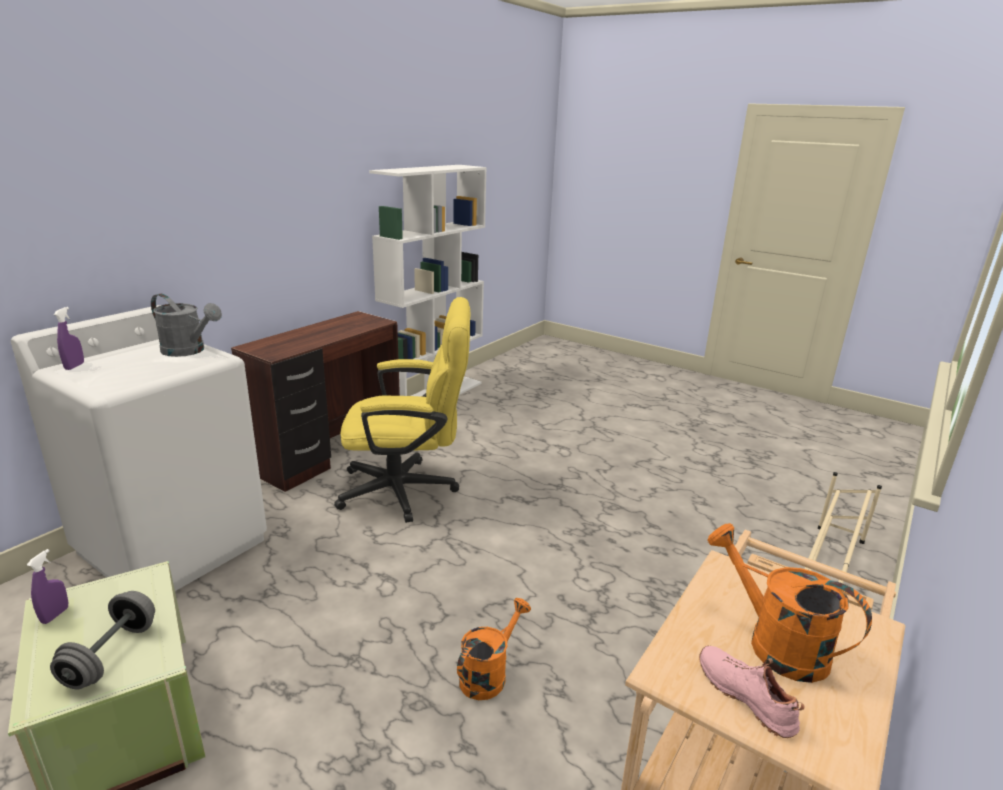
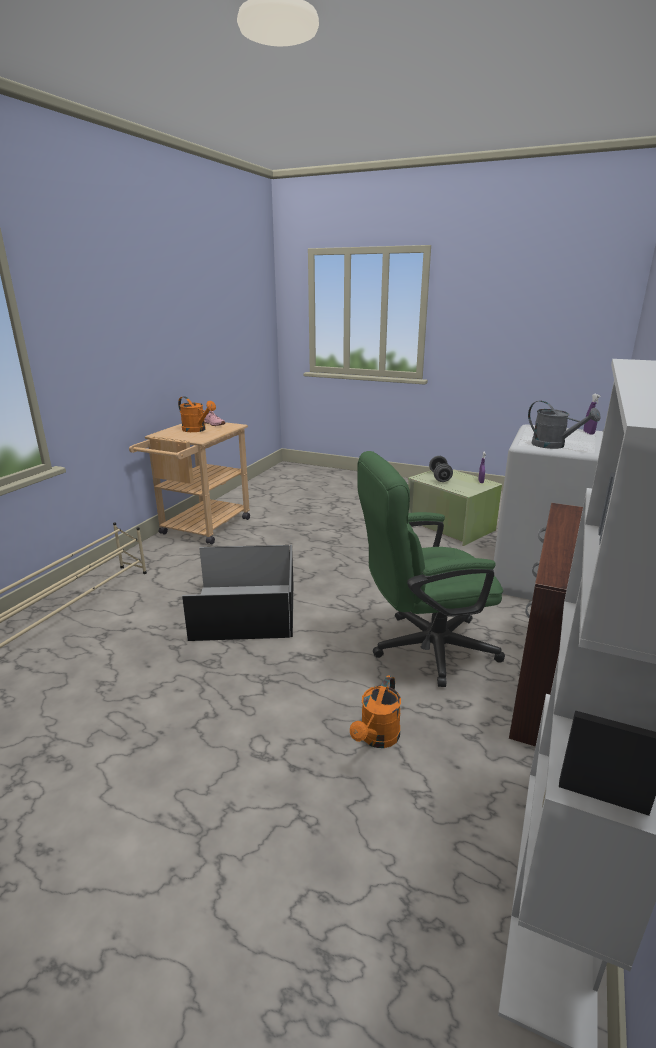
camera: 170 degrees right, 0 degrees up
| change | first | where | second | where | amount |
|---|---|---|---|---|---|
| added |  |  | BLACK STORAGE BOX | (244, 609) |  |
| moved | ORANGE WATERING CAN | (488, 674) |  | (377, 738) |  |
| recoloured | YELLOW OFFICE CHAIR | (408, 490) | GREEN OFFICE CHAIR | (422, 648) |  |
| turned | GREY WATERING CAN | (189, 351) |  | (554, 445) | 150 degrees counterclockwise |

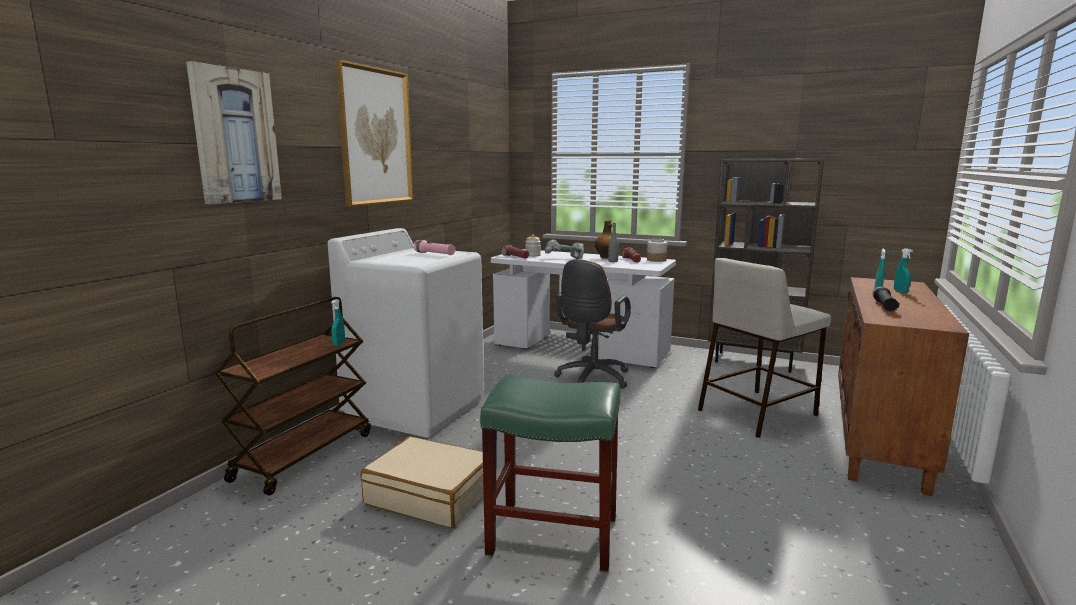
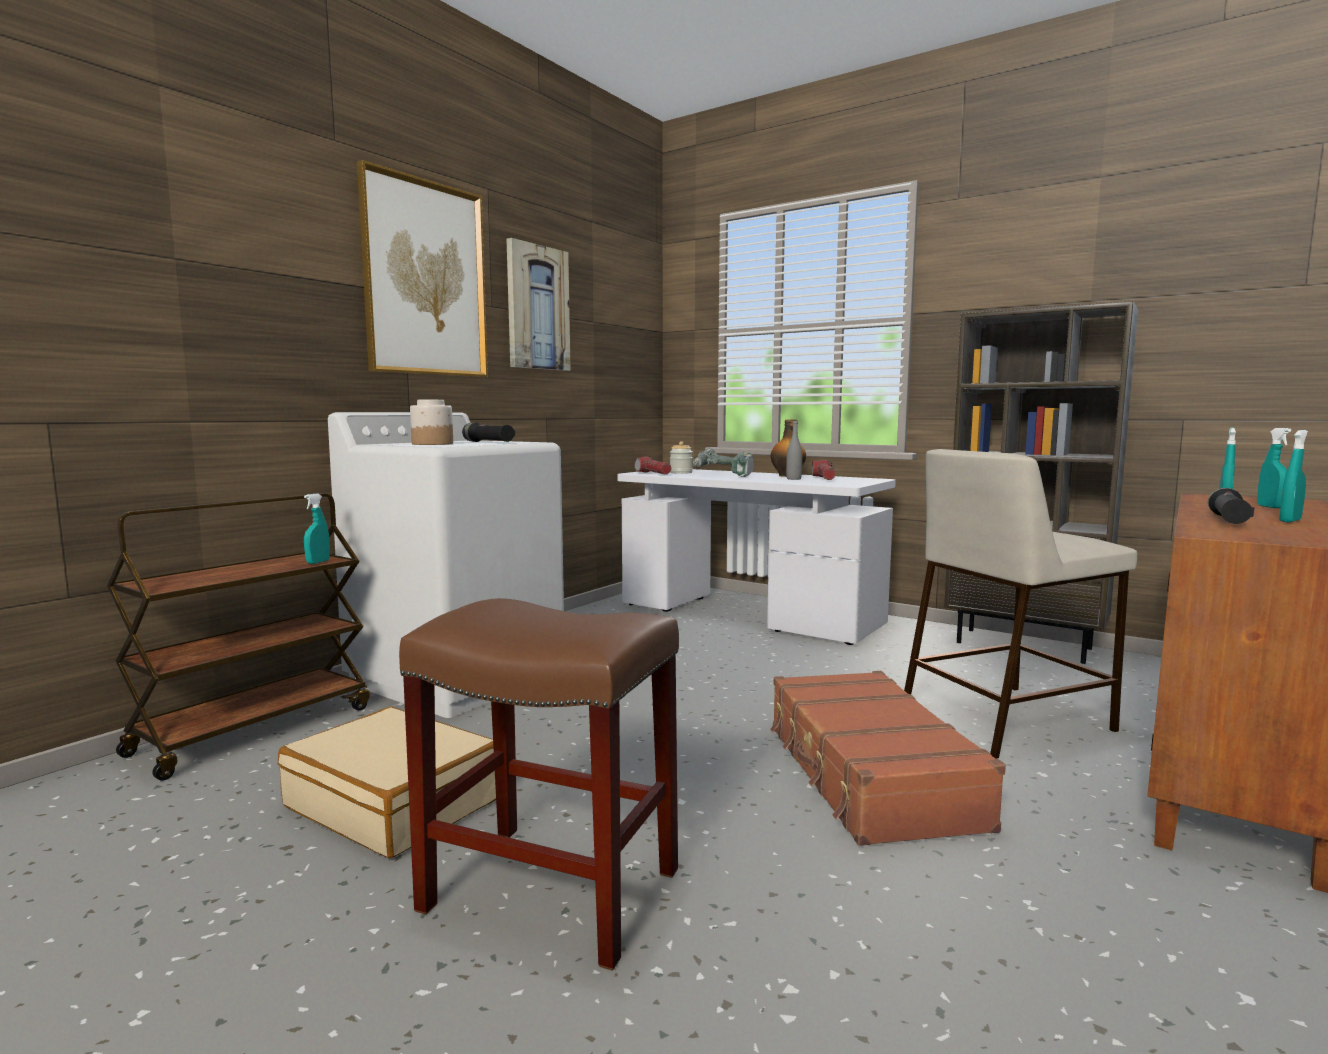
camera: 10 degrees right, 5 degrees down
| change | first | where | second | where | amount |
|---|---|---|---|---|---|
| recoloured | GREEN STOOL | (555, 535) | BROWN STOOL | (554, 889) |  |
| moved | JAR | (656, 260) |  | (432, 444) |  |
| recoloured | PINK FLASHLIGHT | (434, 254) | BLACK FLASHLIGHT | (488, 442) |  |
| moved | PICTURE | (235, 136) |  | (537, 308) |  |
| added |  |  | BROWN SUITCASE | (868, 775) |  |
| added |  |  | TURQUOISE SPRAY BOTTLE | (1290, 521) |  |
| removed | BROWN OFFICE CHAIR | (591, 379) |  |  |  |

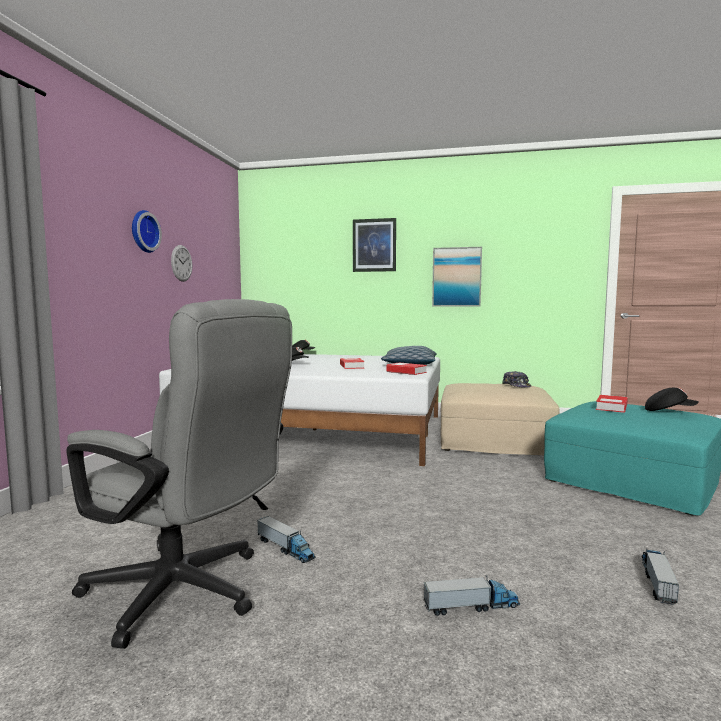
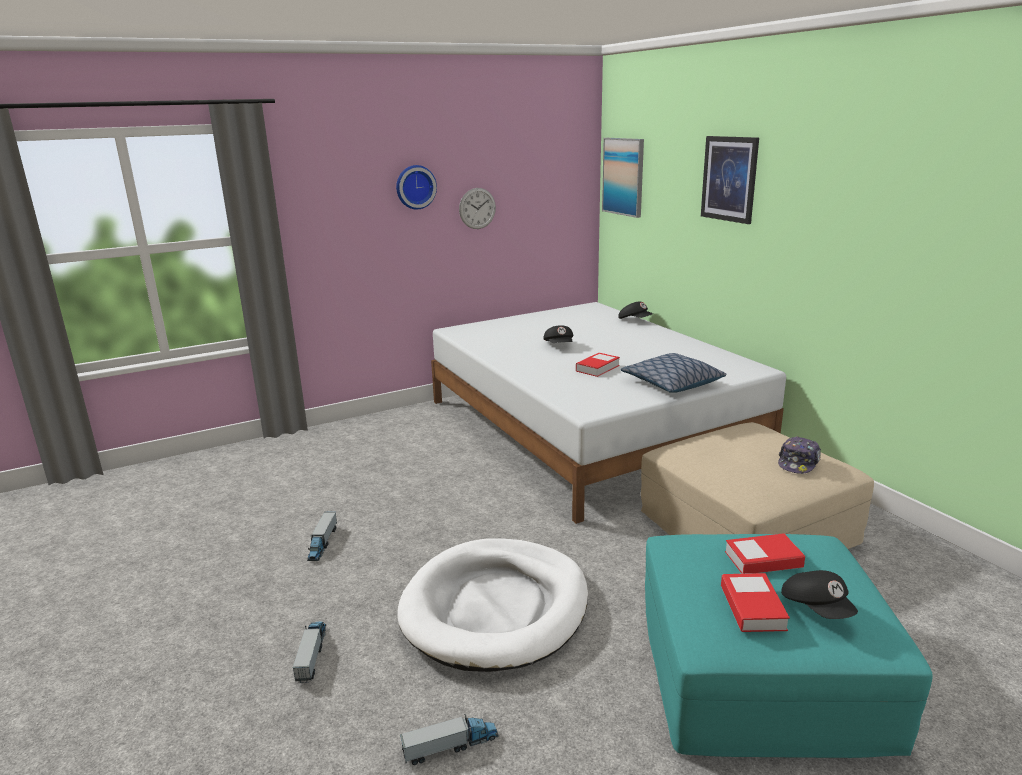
camera: 50 degrees right, 15 degrees up
| change | first | where | second | where | amount |
|---|---|---|---|---|---|
| turned | TOY TRUCK | (471, 607) |  | (312, 654) | 135 degrees counterclockwise |
| added |  |  | WHITE DOG BED | (495, 608) |  |
| moved | PICTURE | (456, 277) |  | (623, 176) |  |
| moved | BOOK | (406, 372) |  | (752, 607) |  |
| removed | GREY OFFICE CHAIR | (188, 594) |  |  |  |

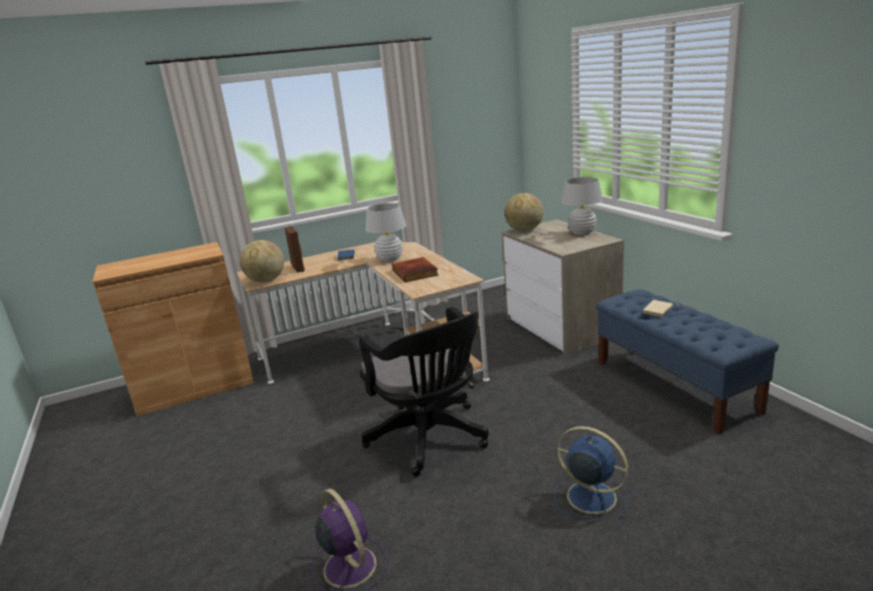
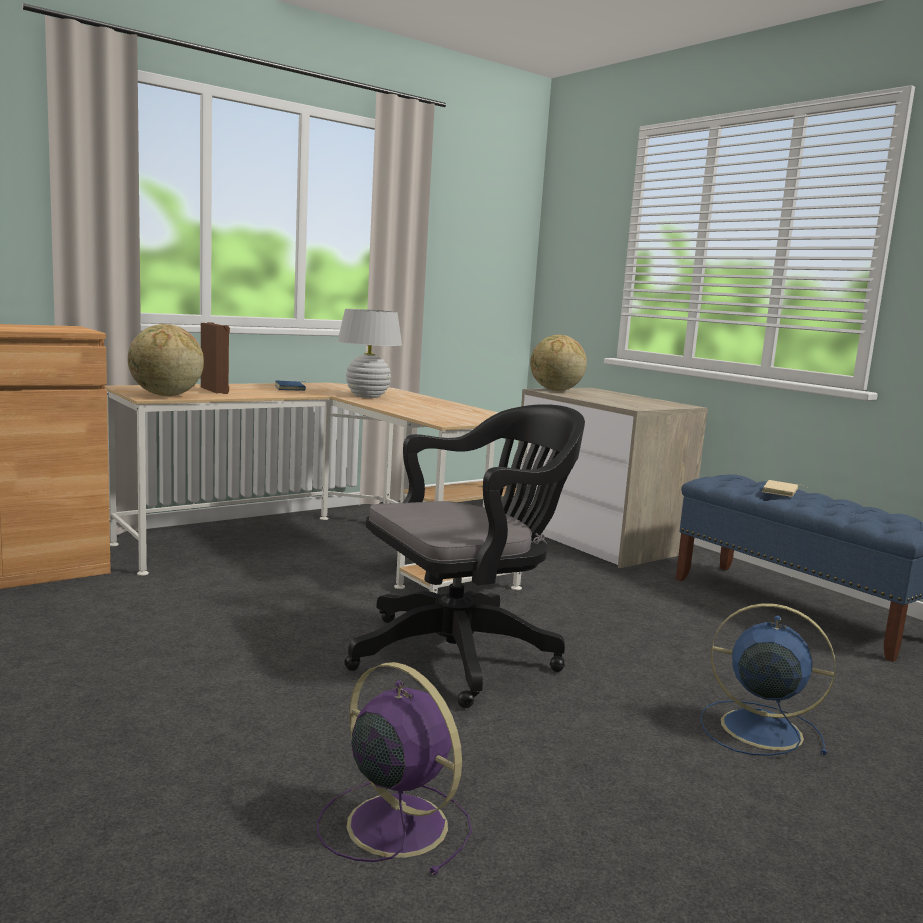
camera: 15 degrees left, 10 degrees down
| change | first | where | second | where | amount |
|---|---|---|---|---|---|
| turned | BLACK OFFICE CHAIR | (431, 439) |  | (463, 654) | 75 degrees counterclockwise |
| removed | BOOK | (416, 272) |  |  |  |
| removed | WHITE TABLE LAMP | (582, 233) |  |  |  |

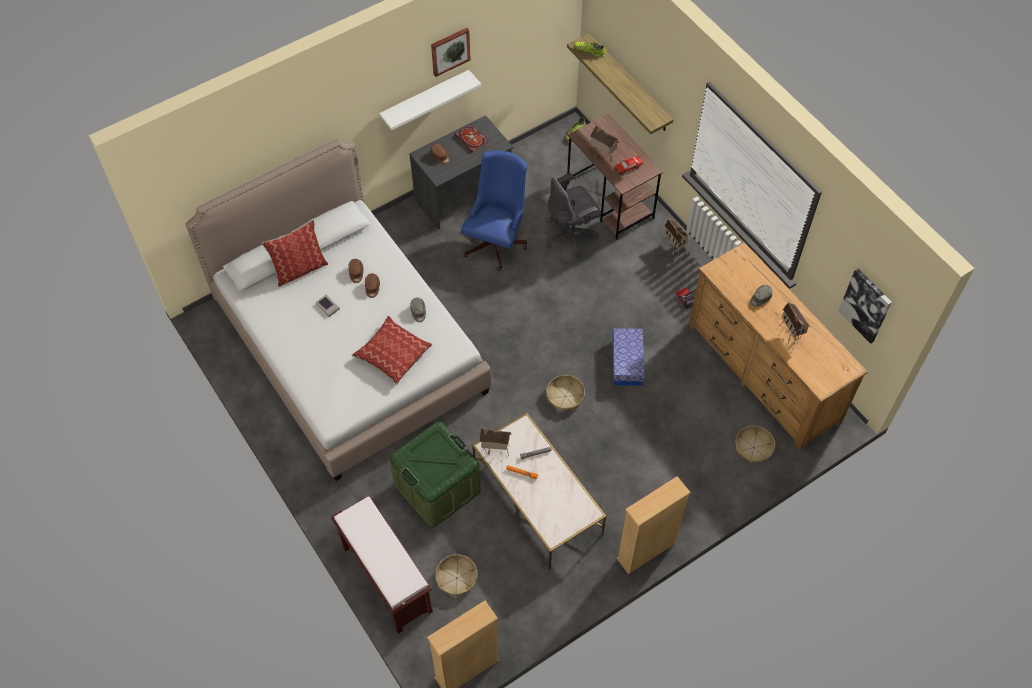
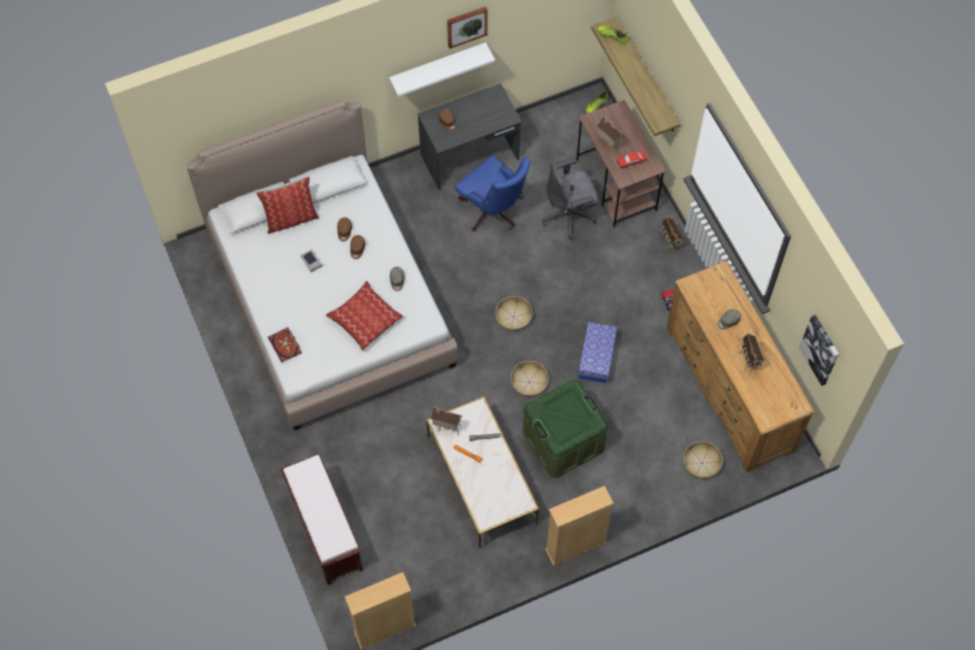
camera: 10 degrees right, 5 degrees up
| change | first | where | second | where | amount |
|---|---|---|---|---|---|
| moved | BOOK | (472, 139) |  | (286, 346) |  |
| turned | BLUE OFFICE CHAIR | (497, 241) |  | (494, 211) | 105 degrees clockwise |
| moved | BASKET | (457, 578) |  | (513, 317) |  |
| moved | GREEN STORAGE BOX | (437, 488) |  | (563, 440) |  |

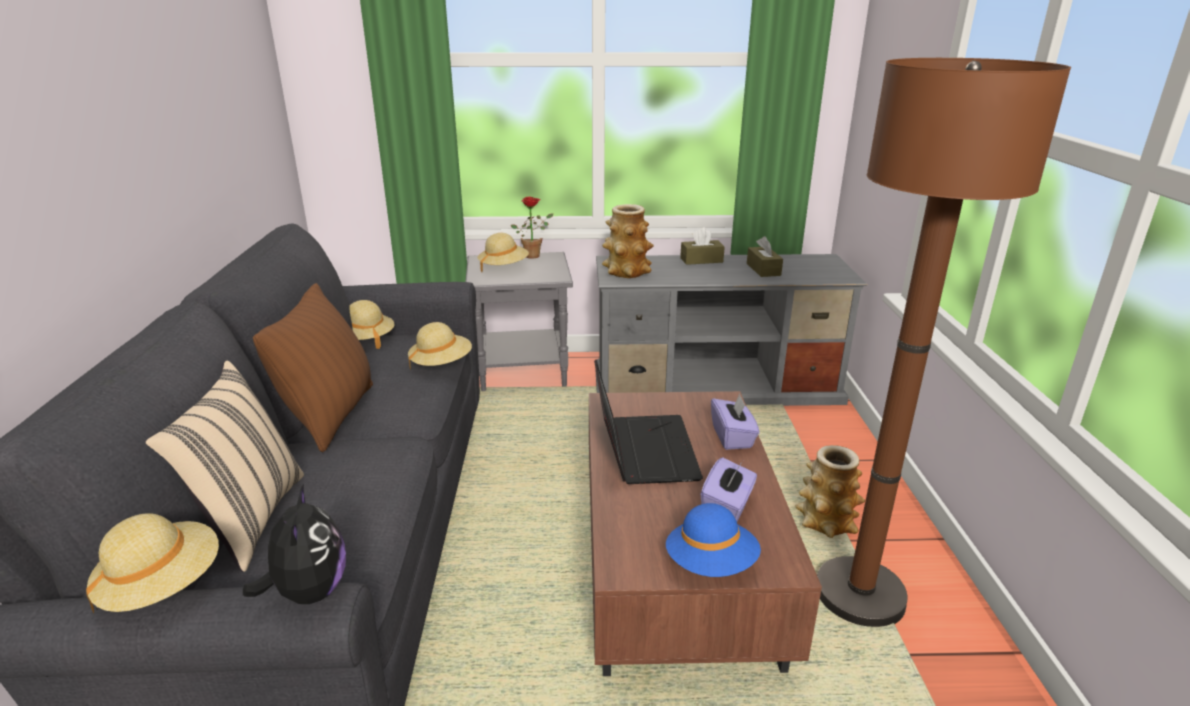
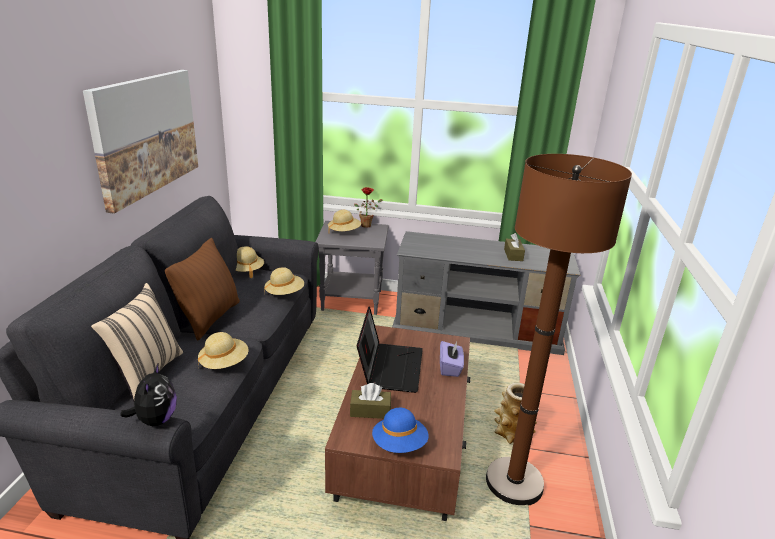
camera: 10 degrees right, 0 degrees up
| change | first | where | second | where | amount |
|---|---|---|---|---|---|
| added |  |  | PICTURE | (146, 134) |  |
| moved | BEIGE HAT | (162, 586) |  | (224, 363) |  |
| moved | BROWN TISSUE BOX | (701, 260) |  | (370, 411) |  |
| removed | VASE | (627, 272) |  |  |  |
| removed | PURPLE TISSUE BOX | (727, 507) |  |  |  |

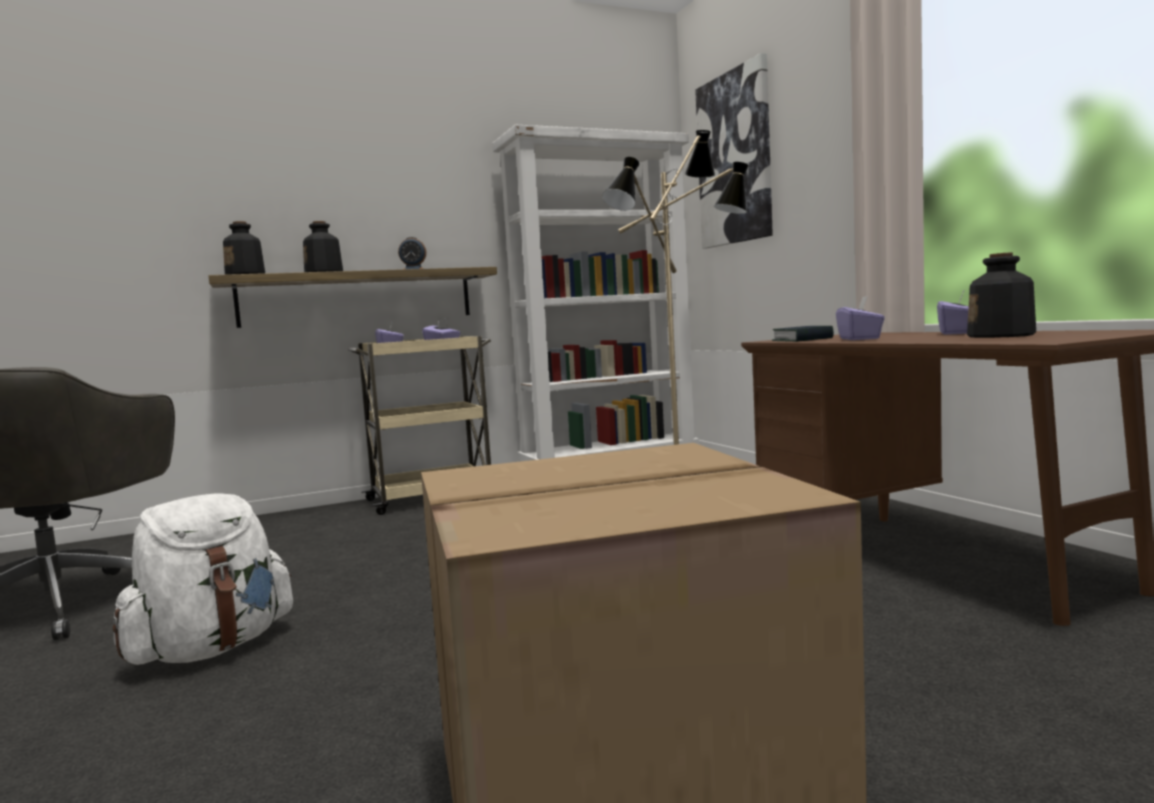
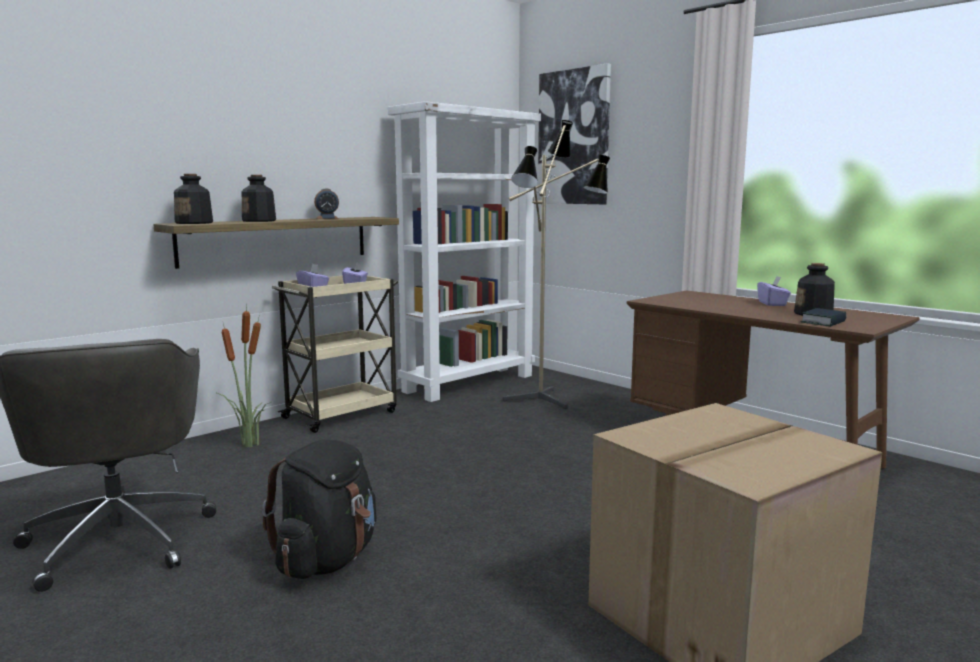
camera: 20 degrees left, 5 degrees up
| change | first | where | second | where | amount |
|---|---|---|---|---|---|
| added |  |  | POTTED PLANT | (249, 445) |  |
| recoloured | WHITE BACKPACK | (212, 648) | BLACK BACKPACK | (327, 560) |  |
| moved | BOOK | (802, 340) |  | (823, 322) |  |
| removed | PURPLE TISSUE BOX | (860, 339) |  |  |  |

